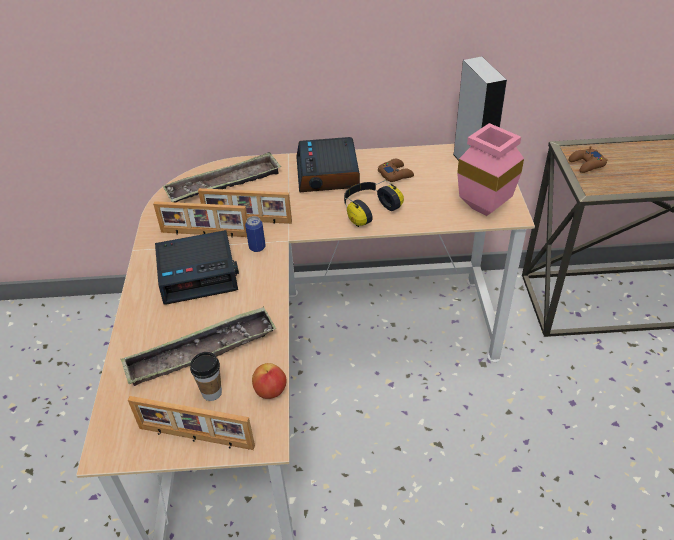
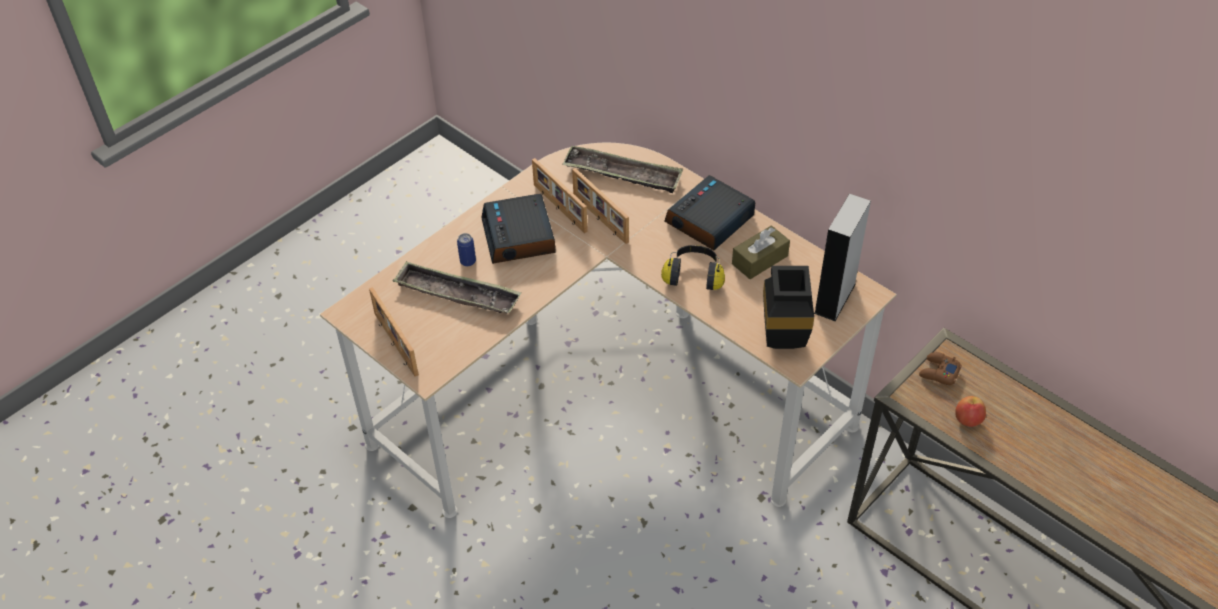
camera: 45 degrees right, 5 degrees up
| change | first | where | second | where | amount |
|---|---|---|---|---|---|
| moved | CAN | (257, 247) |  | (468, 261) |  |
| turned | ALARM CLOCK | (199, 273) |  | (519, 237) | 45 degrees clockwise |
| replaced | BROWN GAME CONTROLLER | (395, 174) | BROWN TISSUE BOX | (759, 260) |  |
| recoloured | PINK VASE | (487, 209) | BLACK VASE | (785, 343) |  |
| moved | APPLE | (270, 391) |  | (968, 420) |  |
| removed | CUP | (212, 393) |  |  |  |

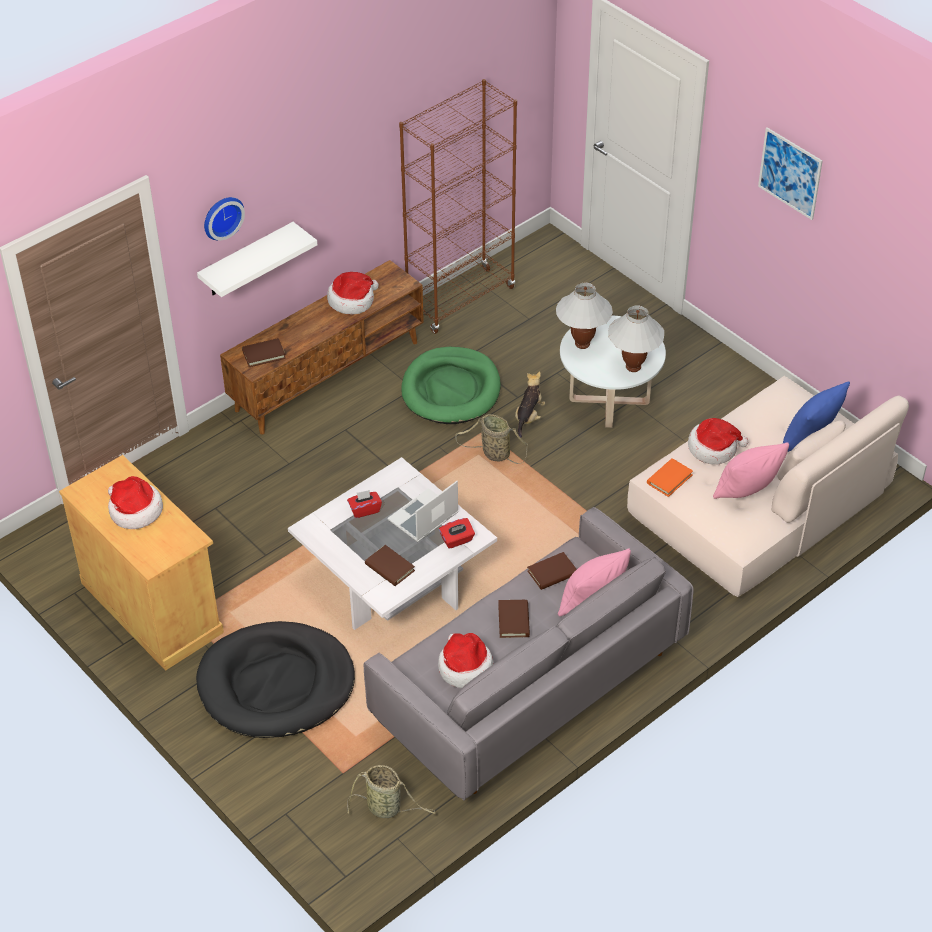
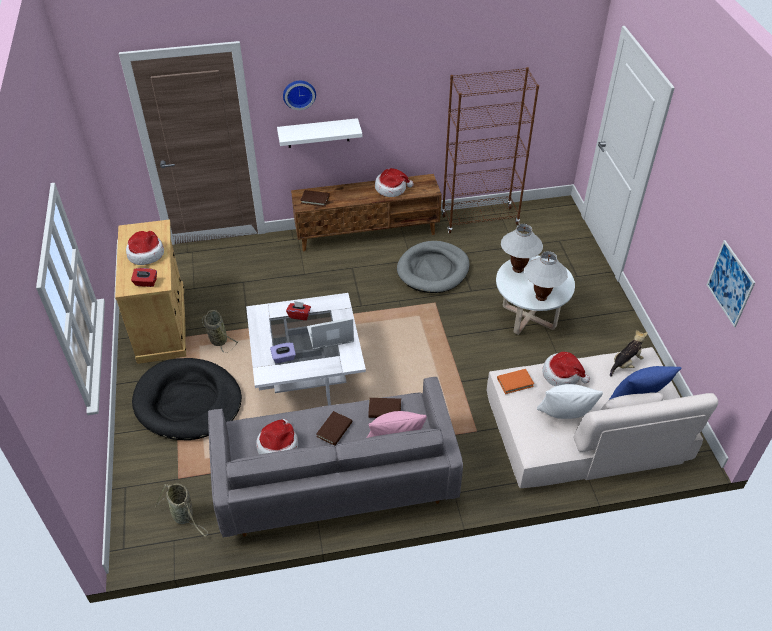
camera: 30 degrees right, 0 degrees up
| change | first | where | second | where | amount |
|---|---|---|---|---|---|
| moved | RED TISSUE BOX | (457, 540) |  | (145, 283) |  |
| moved | BASKET | (493, 453) |  | (217, 339) |  |
| replaced | BROWN BOOK | (389, 567) | PURPLE TISSUE BOX | (283, 358) |  |
| recoloured | GREEN DOG BED | (451, 389) | GREY DOG BED | (433, 270) |  |
| recoloured | PINK PILLOW | (746, 491) | WHITE PILLOW | (564, 415) |  |
| moved | PLUSH TOY | (529, 417) |  | (625, 363) |  |
| moved | PICTURE | (790, 173) |  | (730, 283) |  |

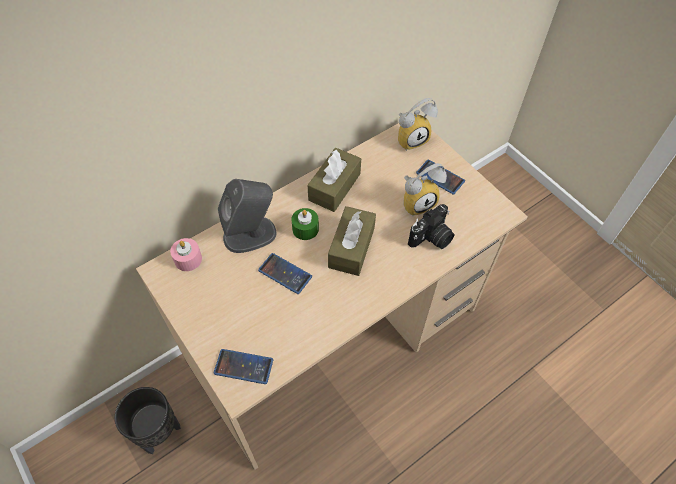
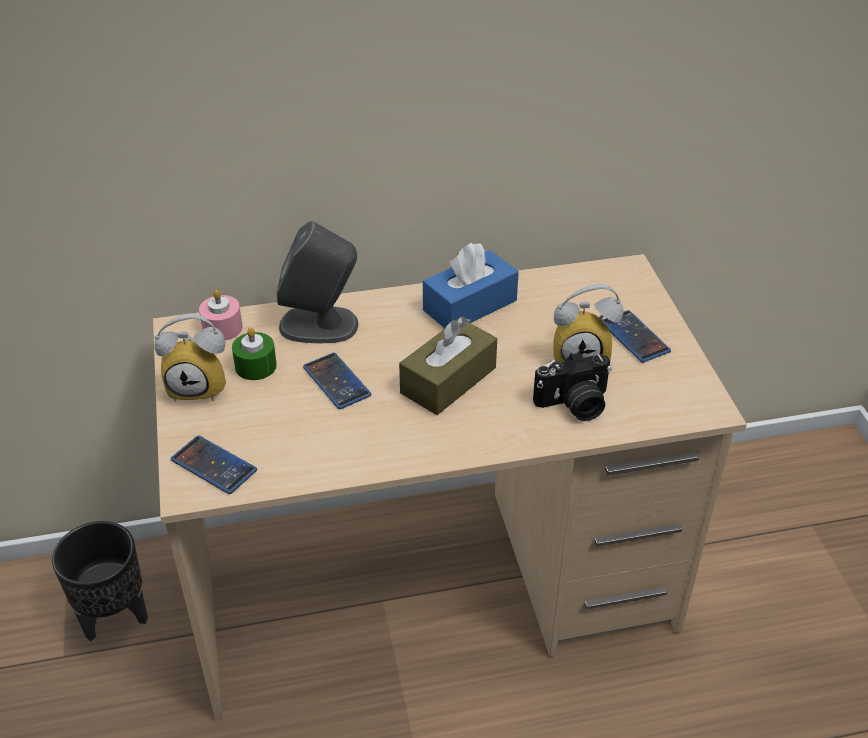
camera: 25 degrees right, 15 degrees down
| change | first | where | second | where | amount |
|---|---|---|---|---|---|
| moved | ALARM CLOCK | (411, 138) |  | (200, 386) |  |
| moved | GREEN CANDLE | (305, 229) |  | (255, 366) |  |
| recoloured | BROWN TISSUE BOX | (334, 187) | BLUE TISSUE BOX | (470, 305) |  |

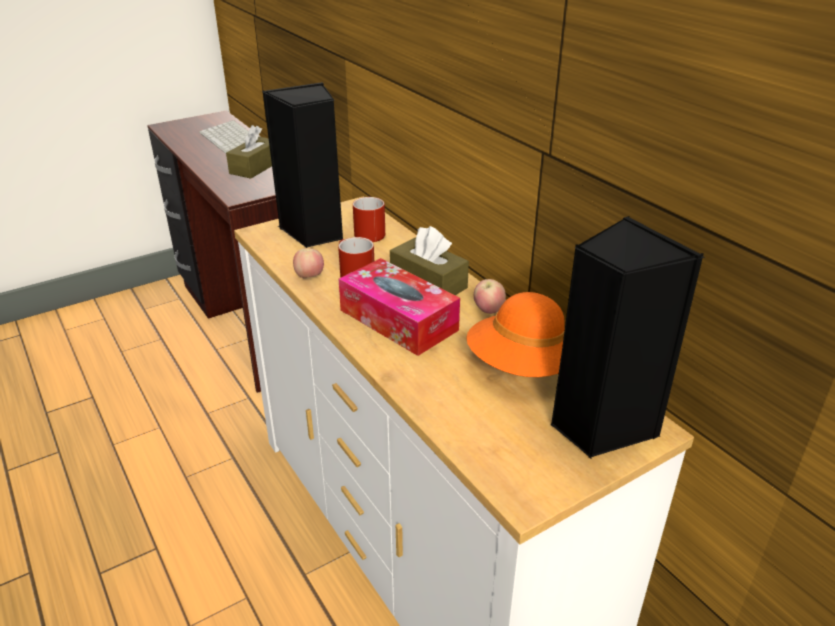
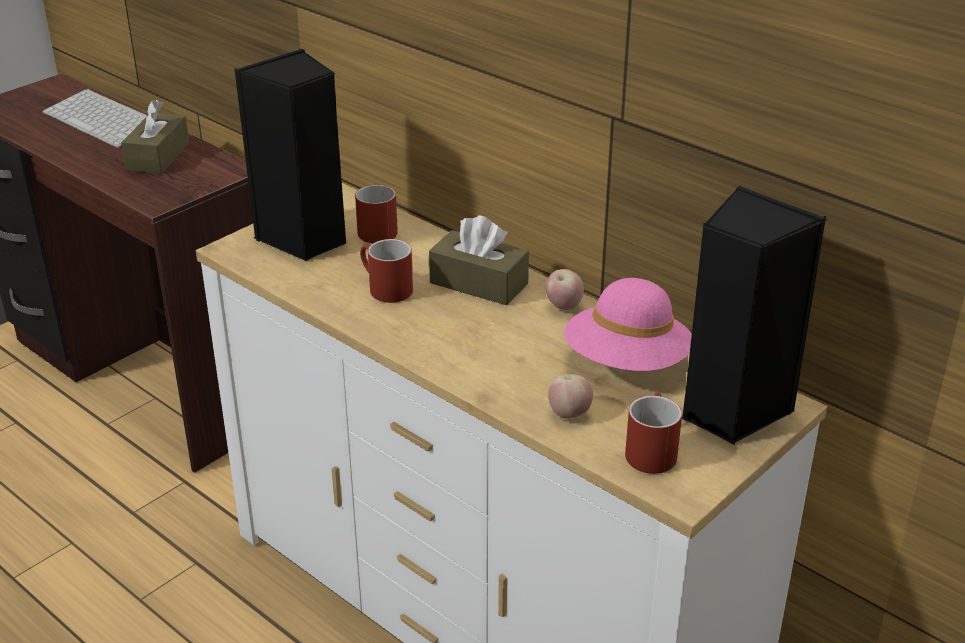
camera: 15 degrees left, 0 degrees up
| change | first | where | second | where | amount |
|---|---|---|---|---|---|
| moved | APPLE | (309, 277) |  | (569, 414) |  |
| recoloured | ORANGE HAT | (521, 366) | PINK HAT | (627, 363) |  |
| added |  |  | RED MUG | (649, 450) |  |
| removed | TISSUE BOX | (398, 320) |  |  |  |

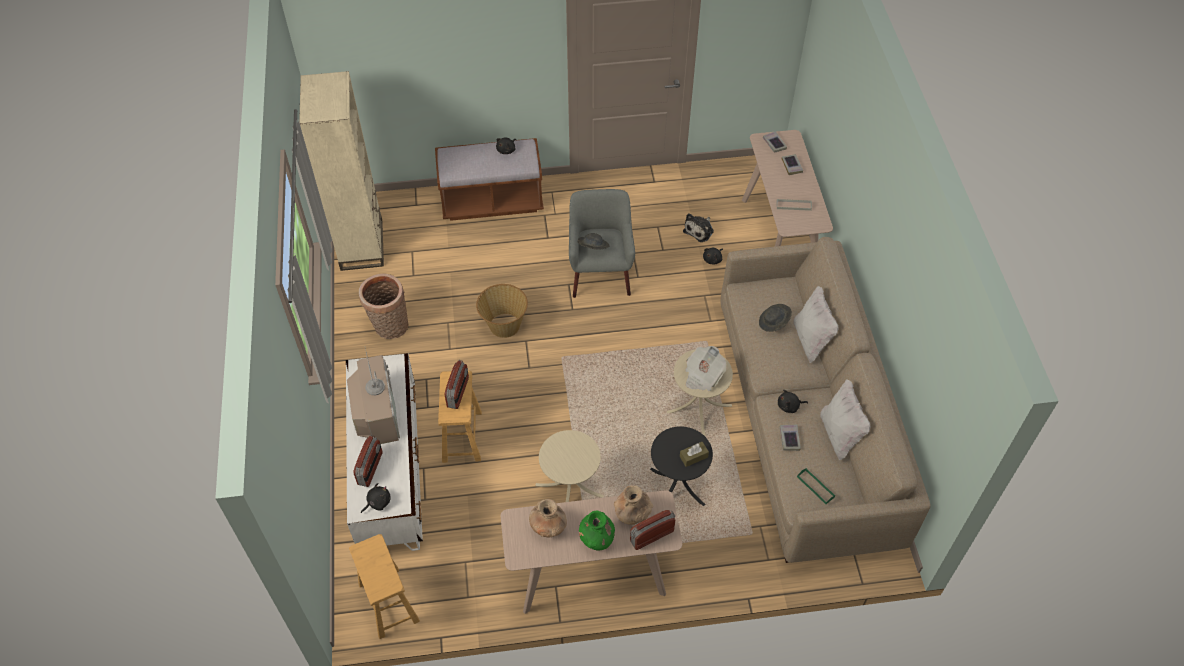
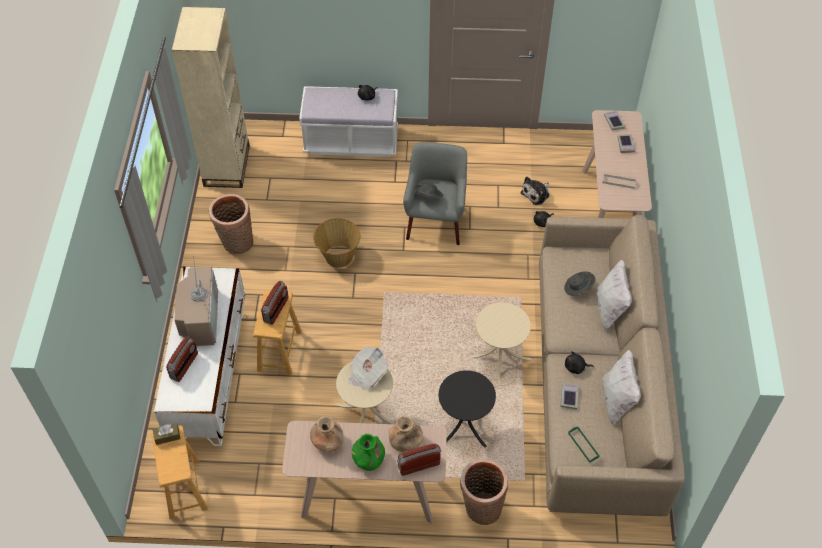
camera: 10 degrees right, 0 degrees up
| change | first | where | second | where | amount |
|---|---|---|---|---|---|
| moved | BROWN TISSUE BOX | (693, 457) |  | (167, 436) |  |
| recoloured | BROWN BENCH | (492, 201) | WHITE BENCH | (351, 142) |  |
| moved | NEWSPAPER | (702, 375) |  | (367, 374) |  |
| added |  |  | BASKET | (481, 508) |  |
| removed | BLACK PLUSH TOY | (377, 502) |  |  |  |

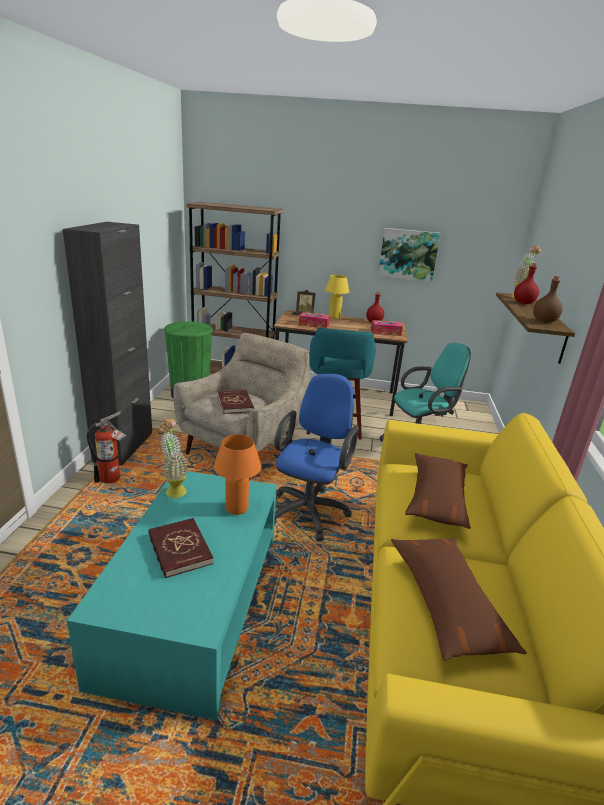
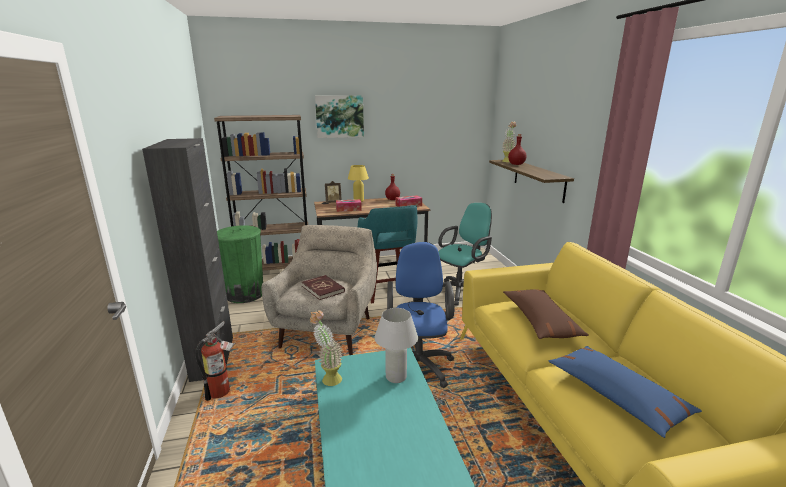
camera: 20 degrees left, 5 degrees down
| change | first | where | second | where | amount |
|---|---|---|---|---|---|
| moved | PICTURE | (408, 254) |  | (339, 116) |  |
| recoloured | ORANGE TABLE LAMP | (236, 508) | WHITE TABLE LAMP | (396, 377) |  |
| recoloured | BROWN PILLOW | (447, 603) | BLUE PILLOW | (616, 396) |  |
| removed | RED BOOK | (179, 549) |  |  |  |
| removed | BROWN BOTTLE | (544, 321) |  |  |  |

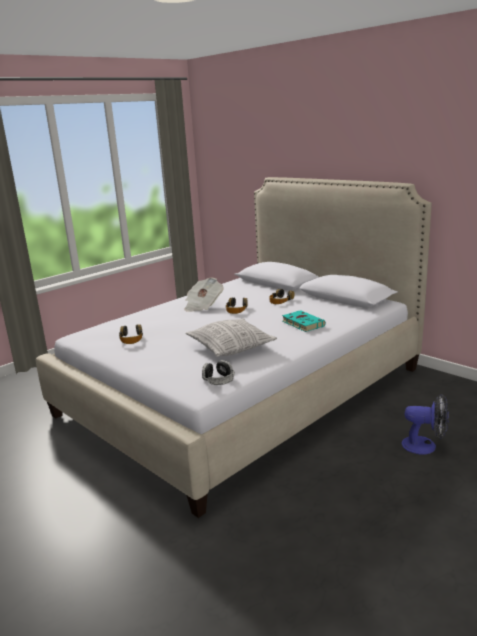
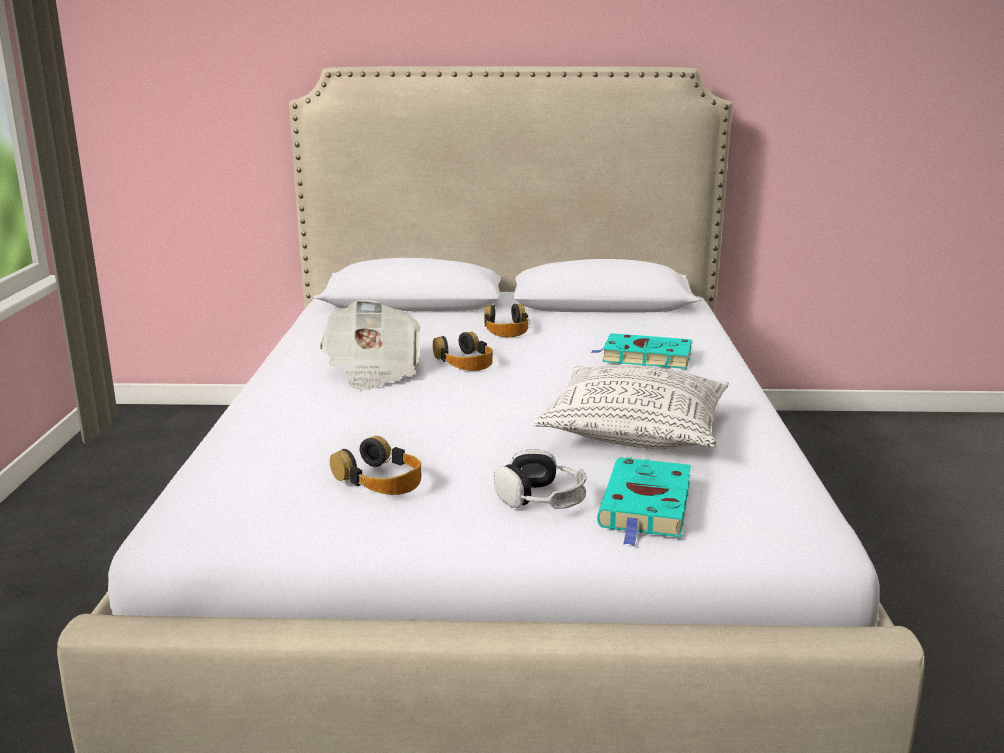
camera: 45 degrees left, 0 degrees up
| change | first | where | second | where | amount |
|---|---|---|---|---|---|
| moved | HEADPHONES | (218, 380) |  | (541, 499) |  |
| added |  |  | TURQUOISE BOOK | (646, 506) |  |
| removed | FAN | (425, 446) |  |  |  |

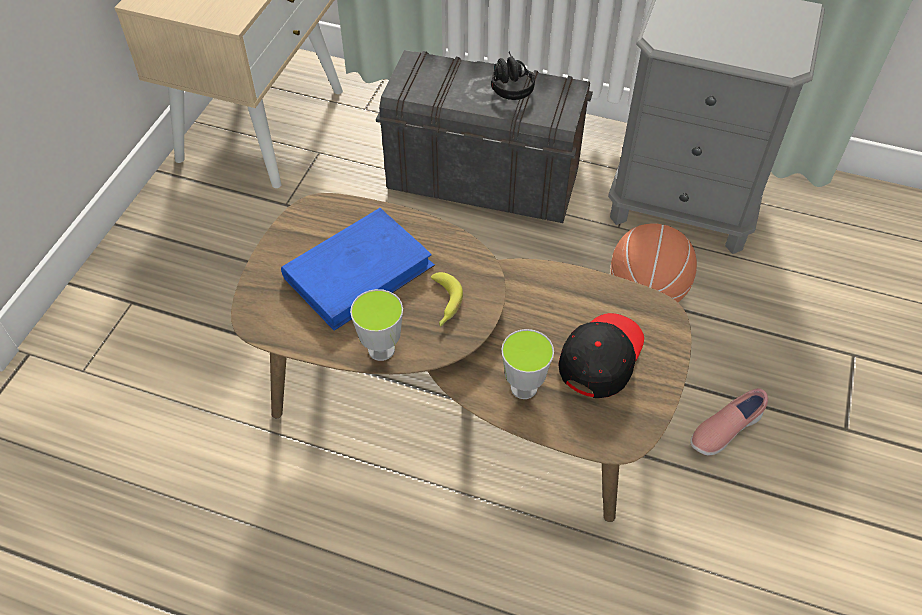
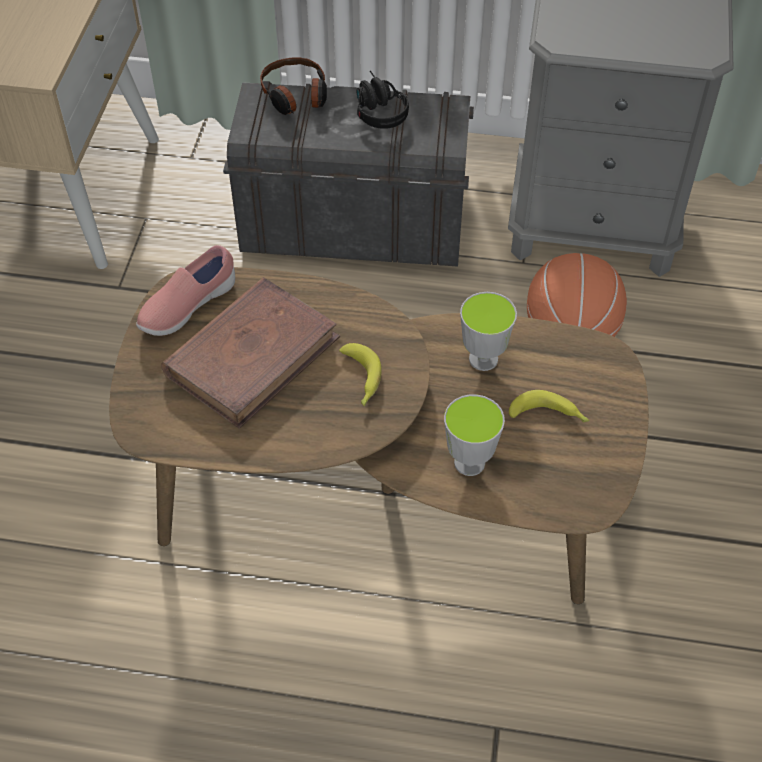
camera: 10 degrees left, 0 degrees up
| change | first | where | second | where | amount |
|---|---|---|---|---|---|
| moved | PINK SHOE | (724, 430) |  | (187, 307) |  |
| recoloured | BLUE BOOK | (359, 272) | BROWN BOOK | (252, 356) |  |
| added |  |  | HEADPHONES | (295, 96) |  |
| moved | CUP | (381, 349) |  | (483, 359) |  |
| replaced | BLACK CAP | (601, 357) | BANANA | (549, 416) |  |

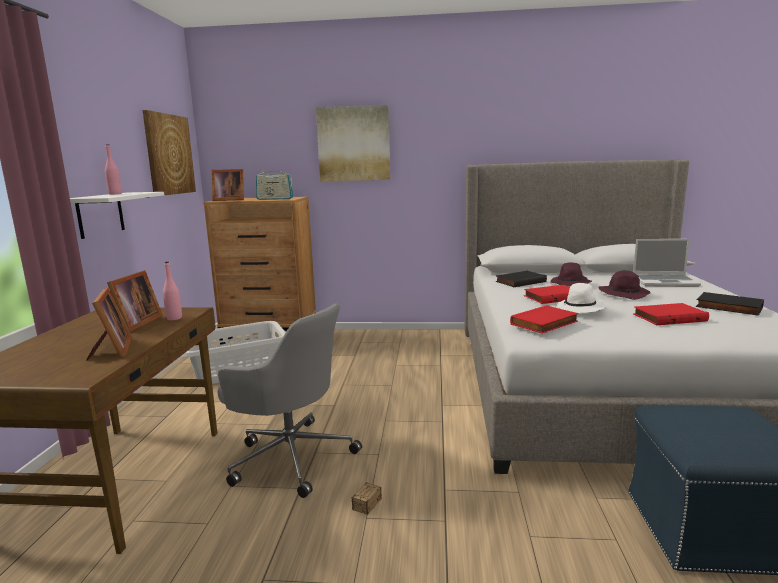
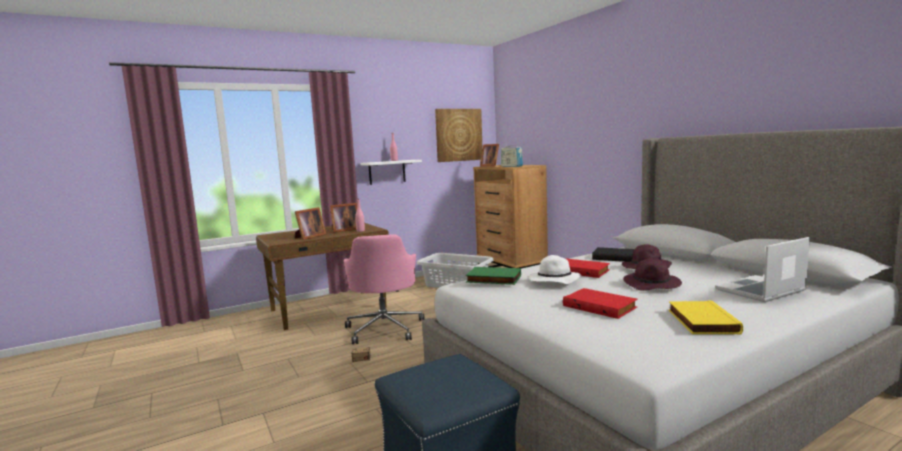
camera: 55 degrees right, 5 degrees down
| change | first | where | second | where | amount |
|---|---|---|---|---|---|
| recoloured | GREY OFFICE CHAIR | (291, 456) | PINK OFFICE CHAIR | (385, 328) |  |
| recoloured | RED BOOK | (545, 323) | GREEN BOOK | (493, 279) |  |
| recoloured | BLACK BOOK | (728, 307) | YELLOW BOOK | (700, 321) |  |
| turned | LAPTOP | (665, 282) |  | (760, 291) | 90 degrees clockwise |
| removed | PICTURE | (353, 144) |  |  |  |

